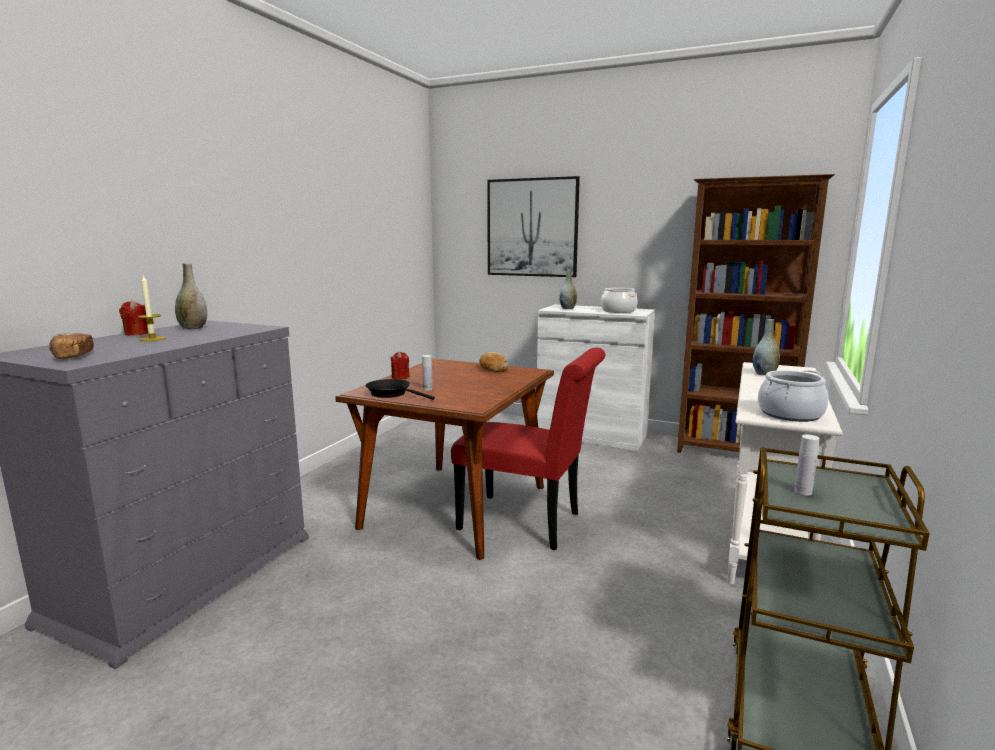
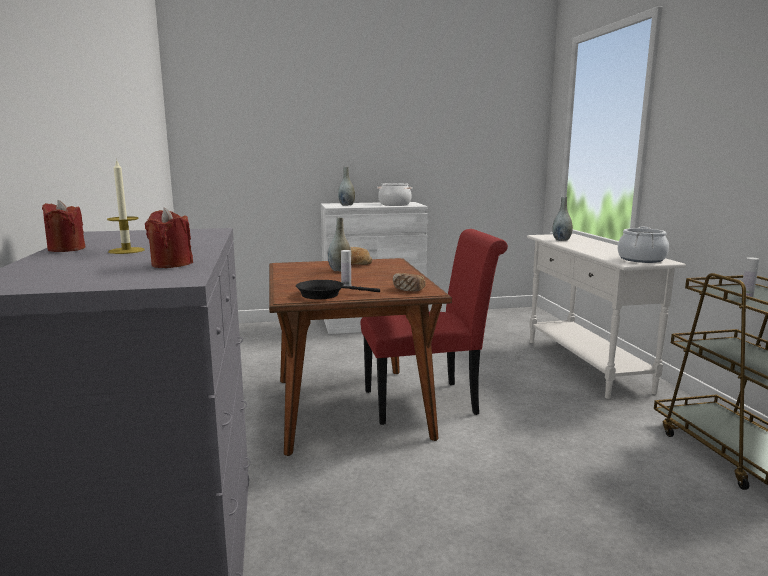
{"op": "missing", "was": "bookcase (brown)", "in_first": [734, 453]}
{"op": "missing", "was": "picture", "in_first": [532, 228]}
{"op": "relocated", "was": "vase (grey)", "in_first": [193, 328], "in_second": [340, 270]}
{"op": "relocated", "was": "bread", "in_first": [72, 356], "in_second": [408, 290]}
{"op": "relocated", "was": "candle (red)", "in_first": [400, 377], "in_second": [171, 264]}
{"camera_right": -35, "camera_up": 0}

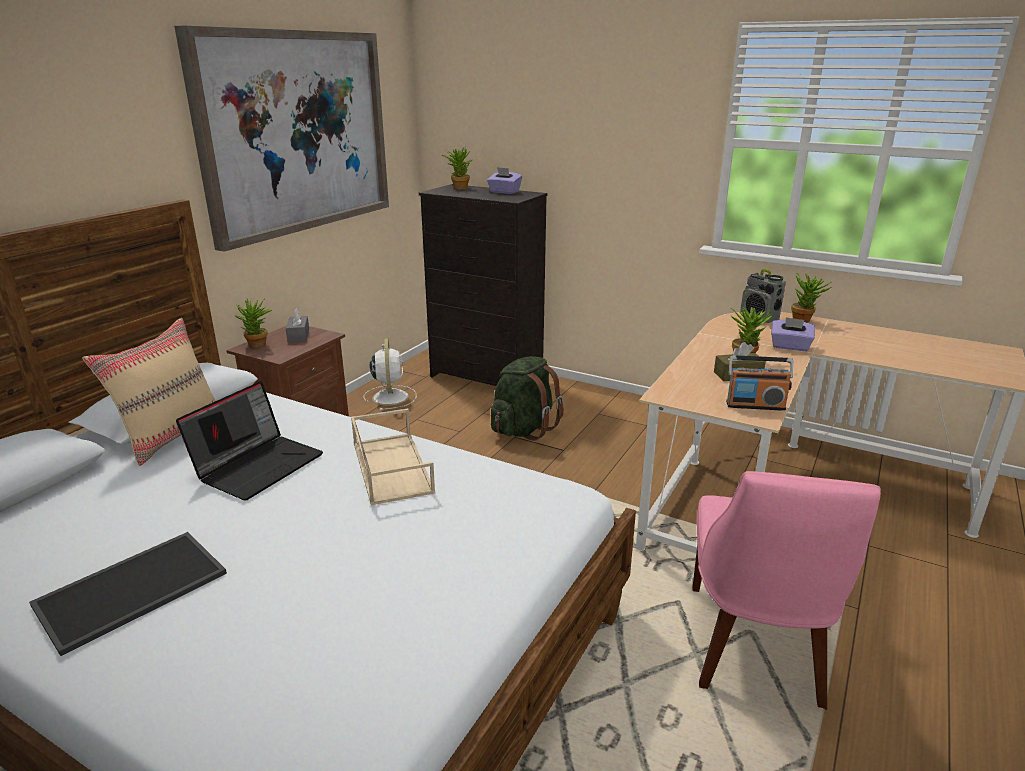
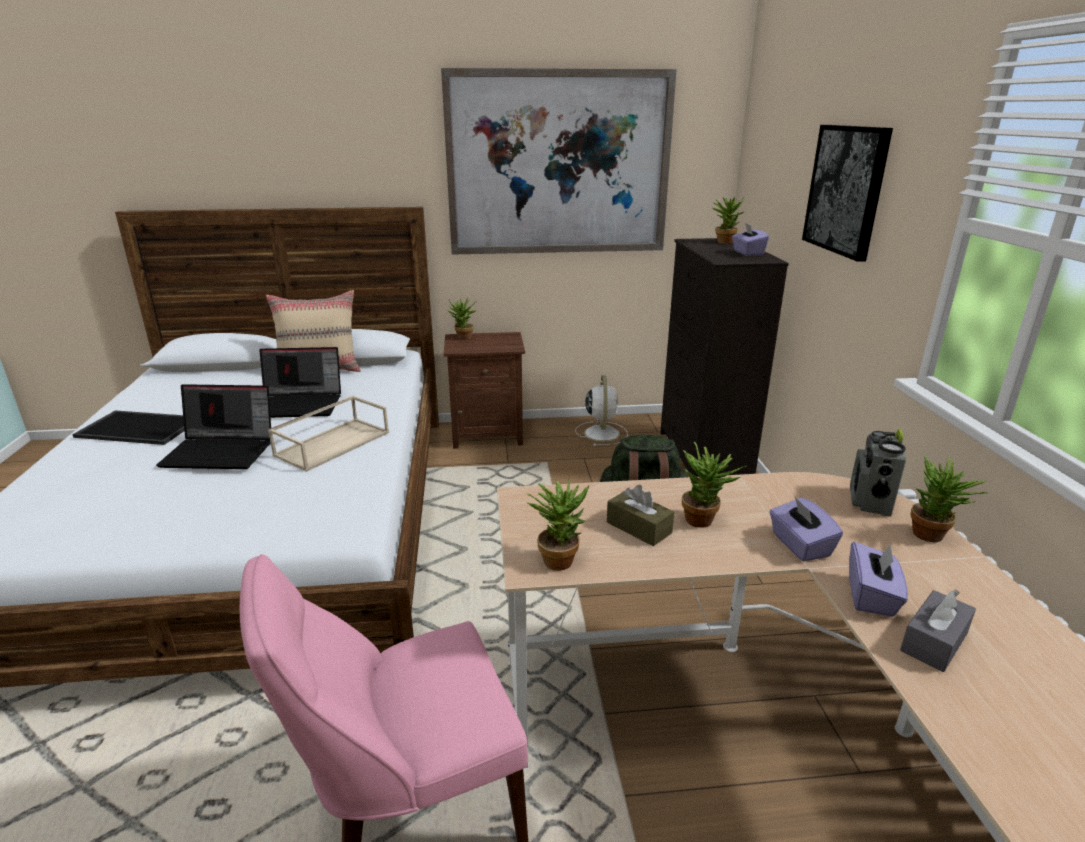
{"op": "relocated", "was": "tissue box (grey)", "in_first": [298, 335], "in_second": [934, 642]}
{"op": "spun", "was": "fan (white)", "in_first": [390, 396], "in_second": [601, 433], "clockwise": -45}
{"op": "exchanged", "was": "radio", "now": "potted plant", "in_first": [755, 405], "in_second": [560, 558]}
{"op": "appeared", "now": "picture", "in_second": [846, 190]}
{"op": "appeared", "now": "laptop", "in_second": [222, 451]}
{"op": "appeared", "now": "tissue box (purple)", "in_second": [871, 596]}
{"camera_right": 55, "camera_up": 0}

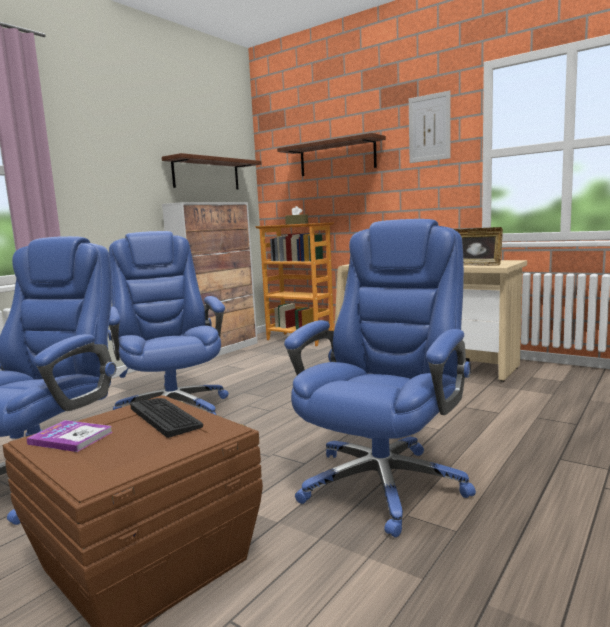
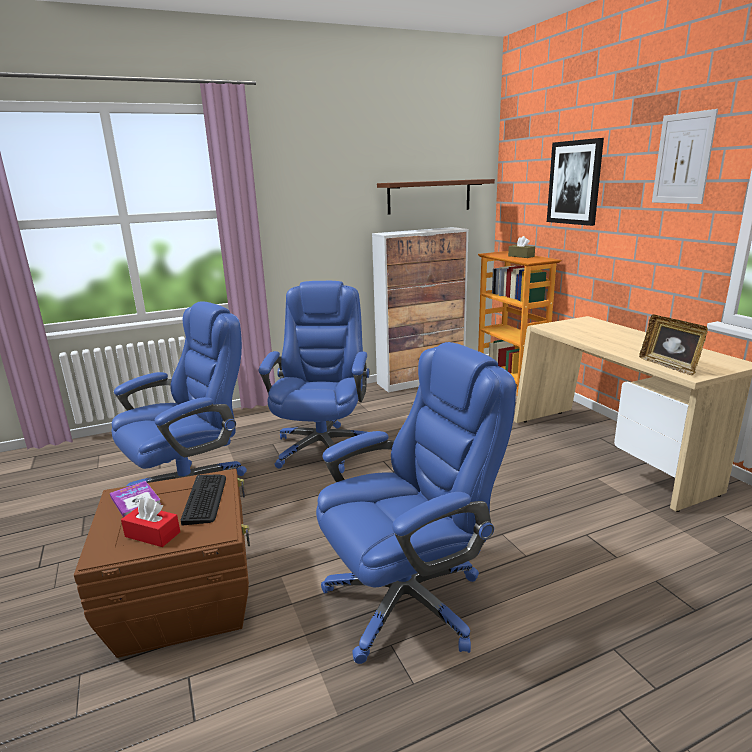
{"op": "exchanged", "was": "shelf (brown)", "now": "picture", "in_first": [337, 157], "in_second": [574, 182]}
{"op": "appeared", "now": "tissue box (red)", "in_second": [152, 534]}
{"camera_right": 30, "camera_up": 10}

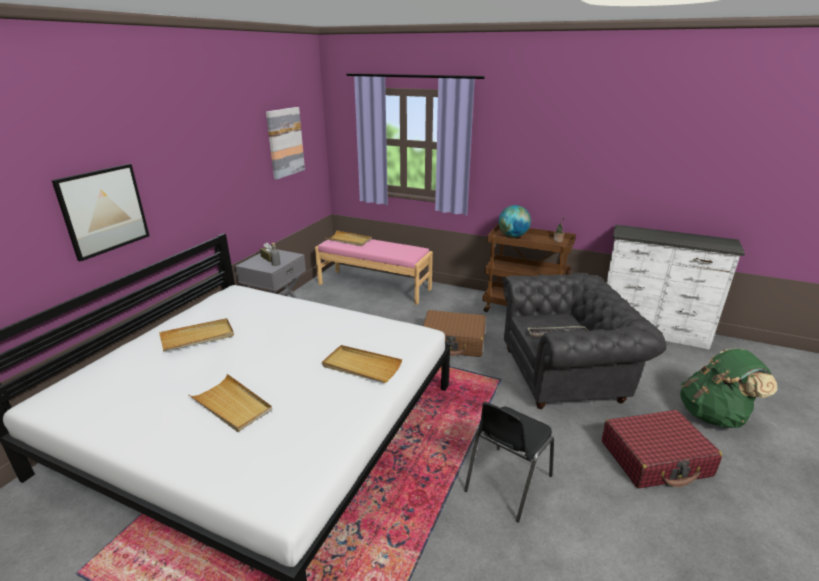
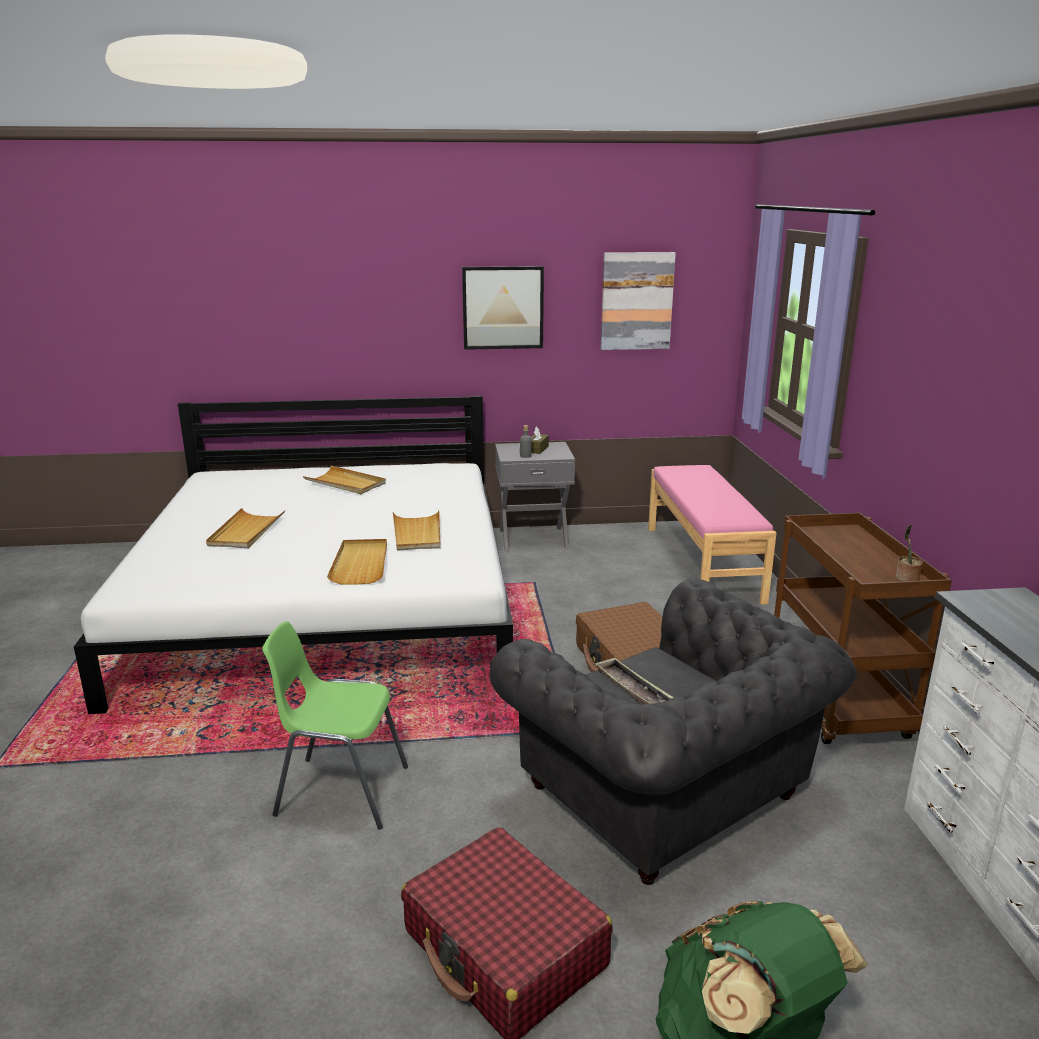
{"op": "relocated", "was": "picture", "in_first": [104, 210], "in_second": [503, 308]}
{"op": "missing", "was": "globe", "in_first": [513, 236]}
{"op": "relocated", "was": "tray (beige)", "in_first": [348, 240], "in_second": [417, 533]}
{"op": "colour", "was": "chair (black)", "now": "chair (green)", "in_first": [506, 483], "in_second": [341, 791]}
{"camera_right": 60, "camera_up": -5}

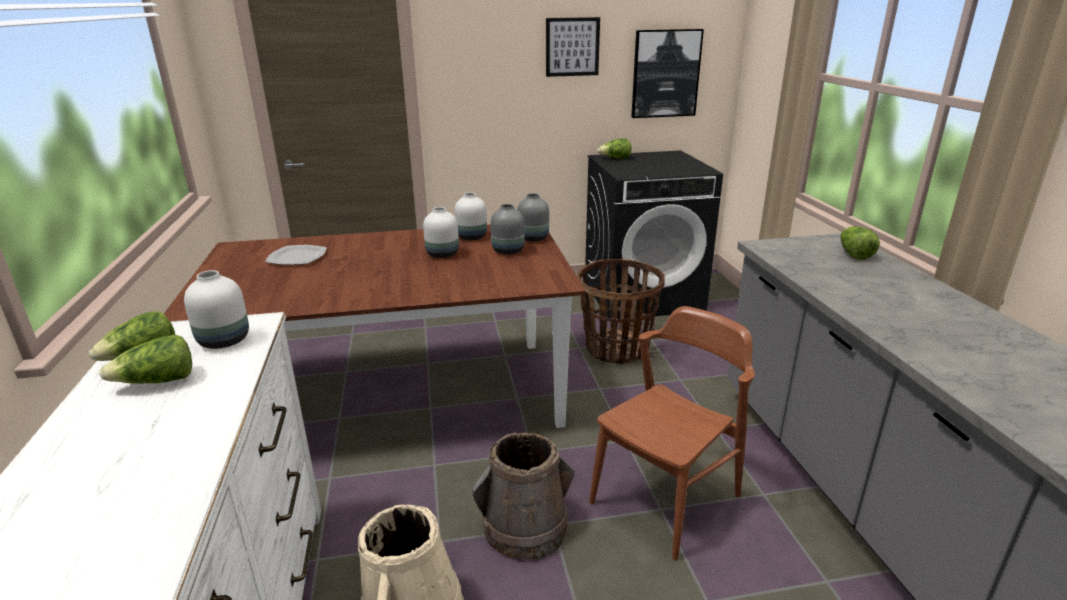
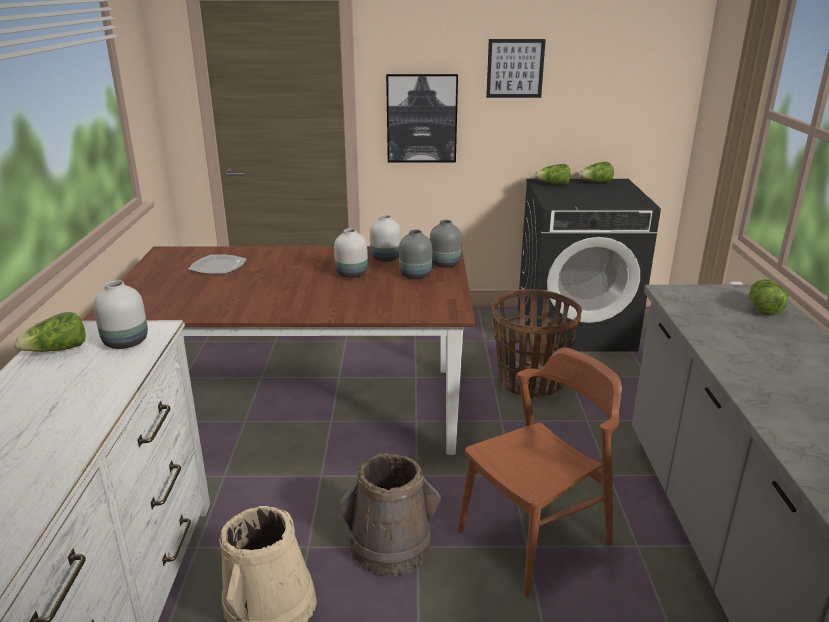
{"op": "relocated", "was": "picture", "in_first": [665, 73], "in_second": [421, 118]}
{"op": "relocated", "was": "lettuce", "in_first": [158, 382], "in_second": [596, 182]}
{"camera_right": 10, "camera_up": 0}

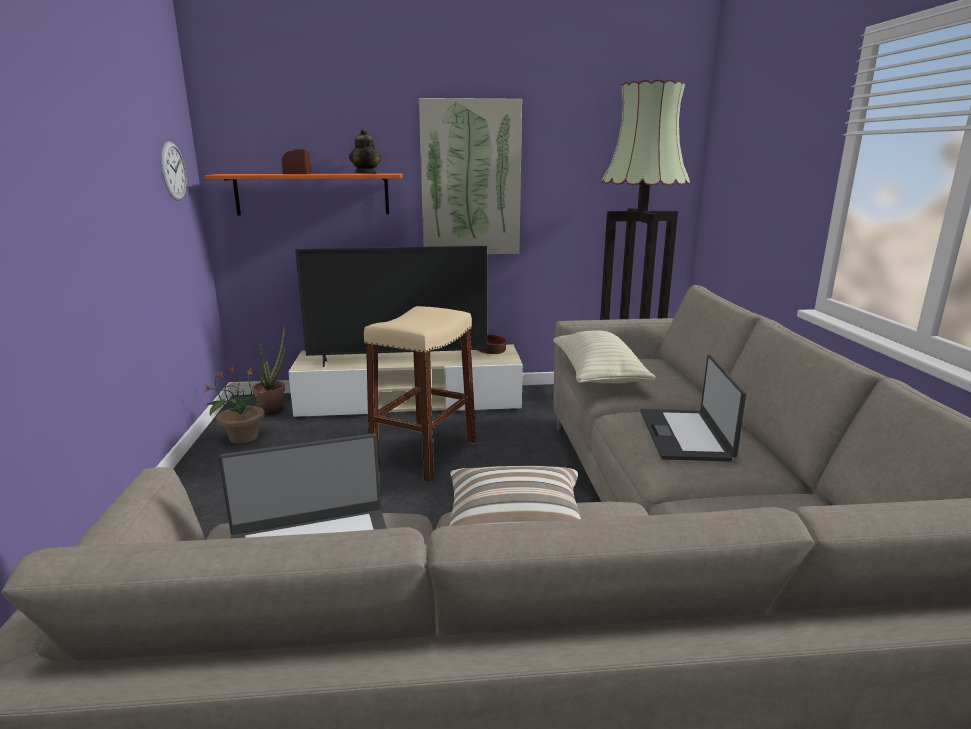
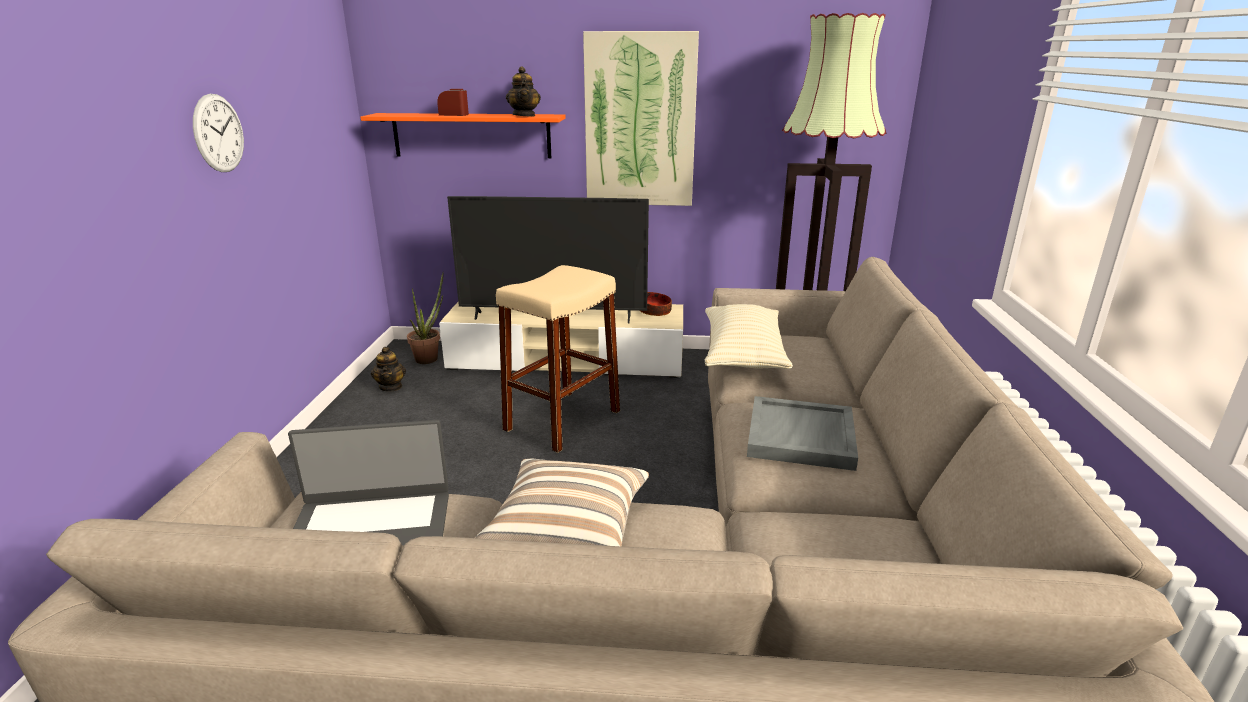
{"op": "relocated", "was": "wall clock", "in_first": [173, 171], "in_second": [219, 133]}
{"op": "exchanged", "was": "laptop", "now": "tray (grey)", "in_first": [686, 435], "in_second": [801, 437]}
{"op": "exchanged", "was": "potted plant", "now": "teapot", "in_first": [242, 437], "in_second": [391, 387]}
{"camera_right": 10, "camera_up": 5}

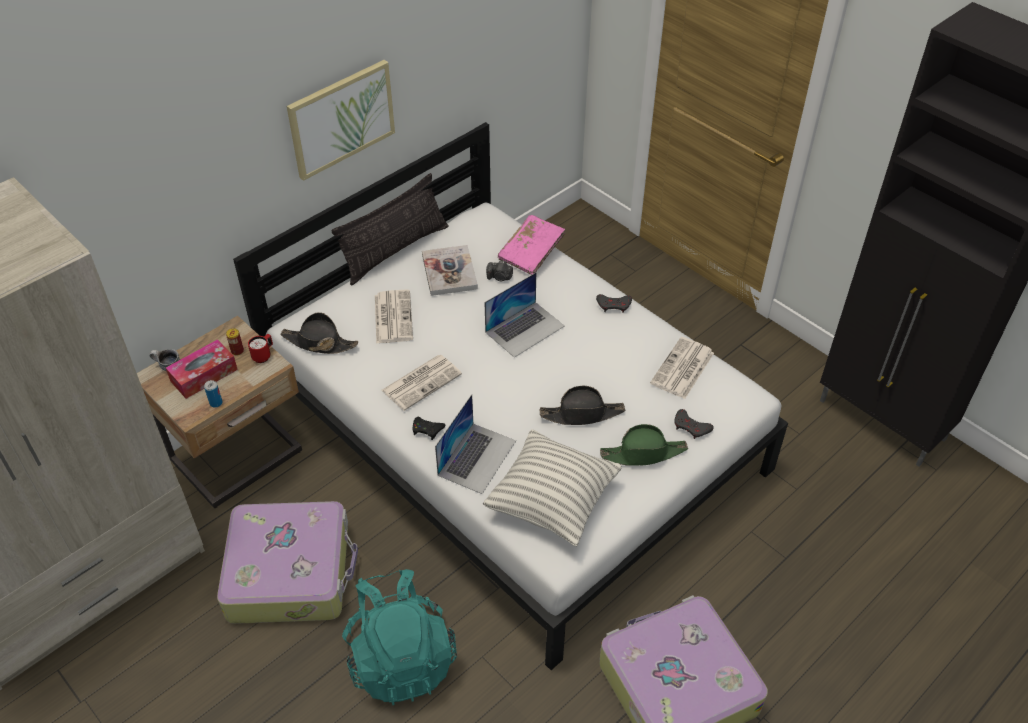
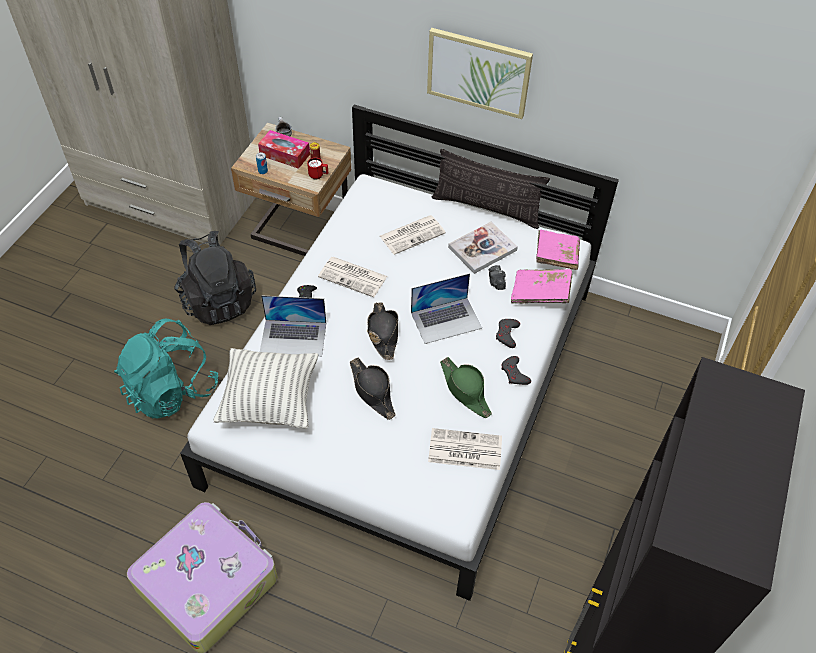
{"op": "spun", "was": "laptop", "in_first": [525, 329], "in_second": [446, 320], "clockwise": -45}
{"op": "relocated", "was": "hat (black)", "in_first": [319, 343], "in_second": [383, 333]}
{"op": "relocated", "was": "game controller (grey)", "in_first": [691, 427], "in_second": [507, 334]}
{"op": "relocated", "was": "hat (green)", "in_first": [643, 453], "in_second": [465, 390]}
{"op": "exchanged", "was": "suitcase", "now": "backpack (black)", "in_first": [290, 572], "in_second": [218, 300]}
{"op": "appeared", "now": "book (pink)", "in_second": [556, 256]}
{"camera_right": 65, "camera_up": 5}

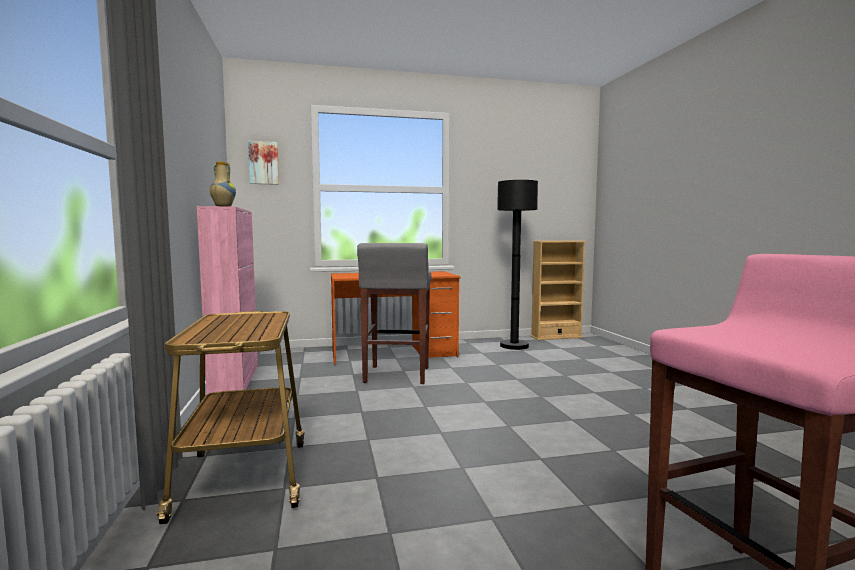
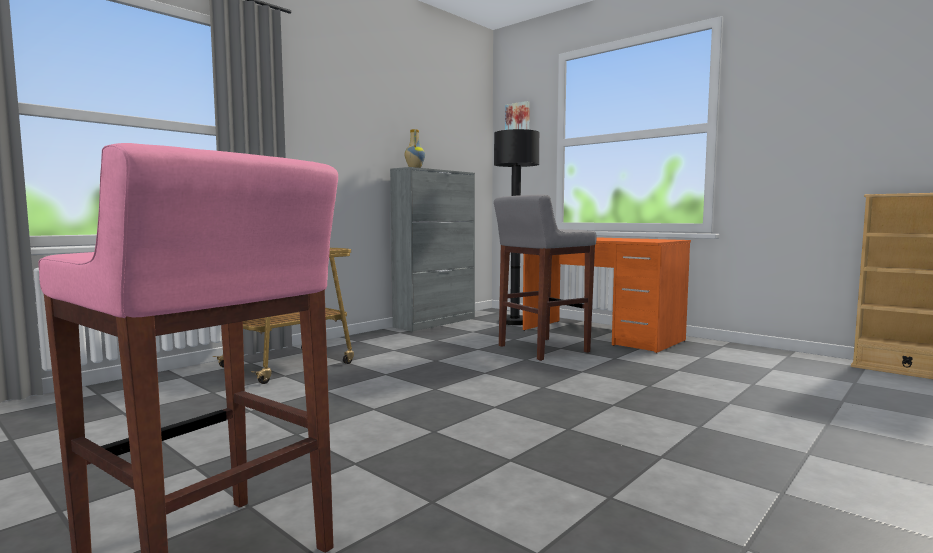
{"op": "relocated", "was": "floor lamp (black)", "in_first": [514, 346], "in_second": [514, 322]}
{"op": "colour", "was": "cabinet (pink)", "now": "cabinet (grey)", "in_first": [235, 379], "in_second": [435, 322]}
{"camera_right": 55, "camera_up": 0}

